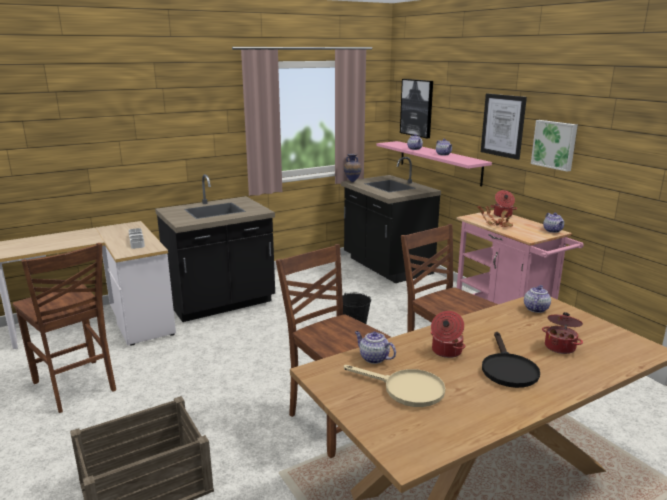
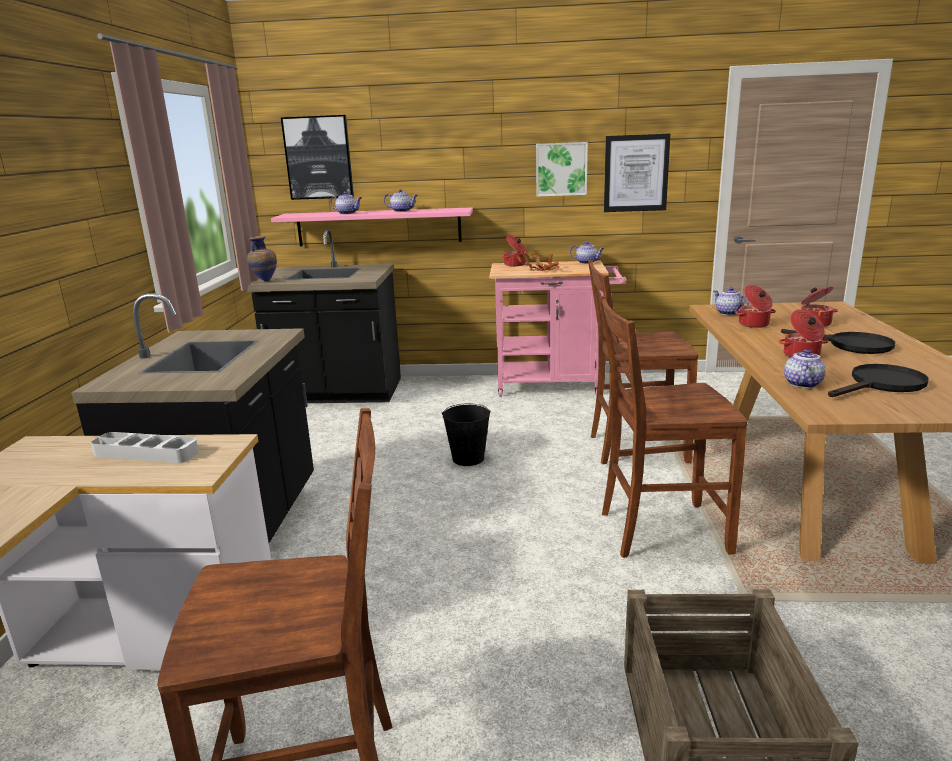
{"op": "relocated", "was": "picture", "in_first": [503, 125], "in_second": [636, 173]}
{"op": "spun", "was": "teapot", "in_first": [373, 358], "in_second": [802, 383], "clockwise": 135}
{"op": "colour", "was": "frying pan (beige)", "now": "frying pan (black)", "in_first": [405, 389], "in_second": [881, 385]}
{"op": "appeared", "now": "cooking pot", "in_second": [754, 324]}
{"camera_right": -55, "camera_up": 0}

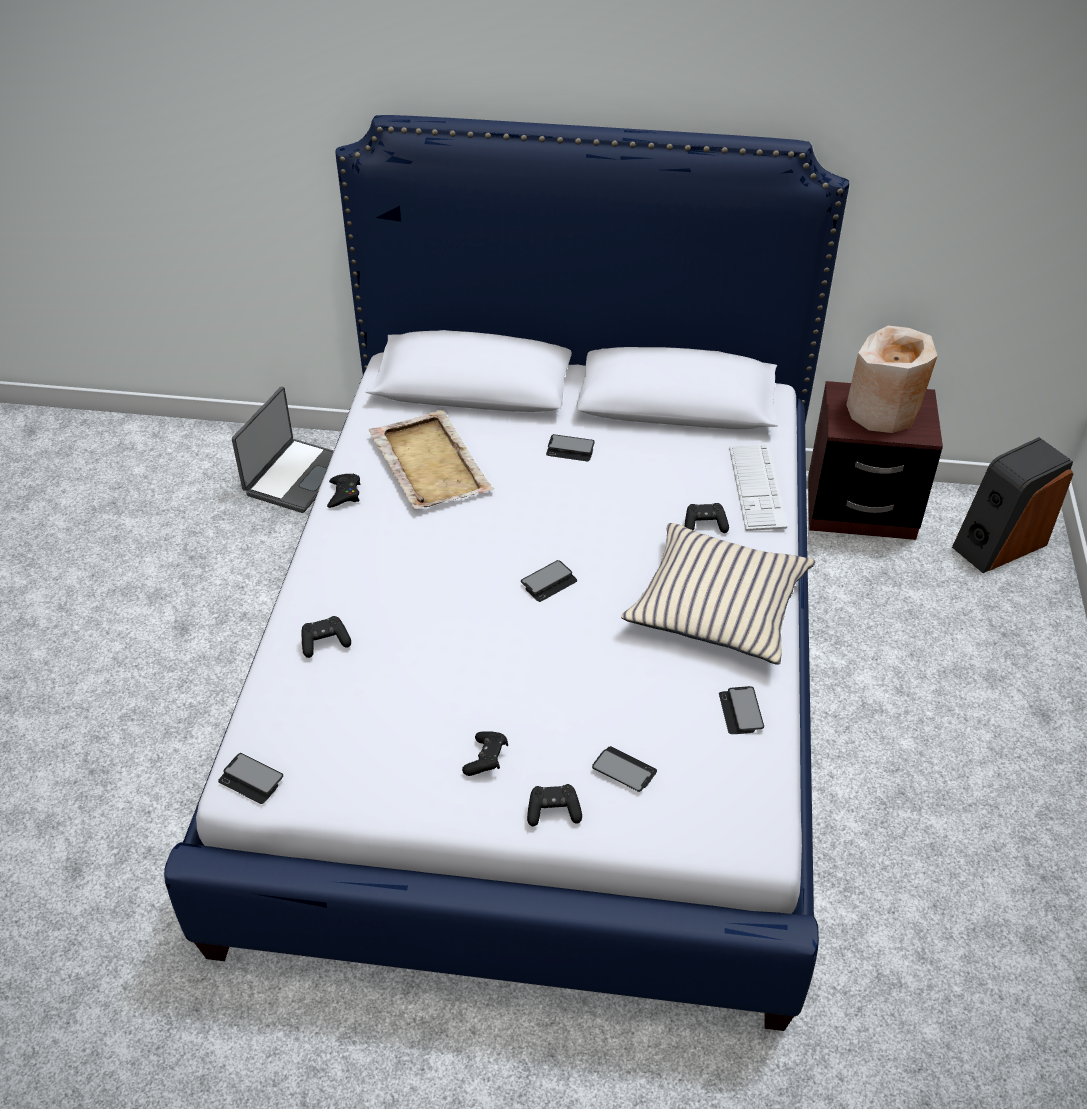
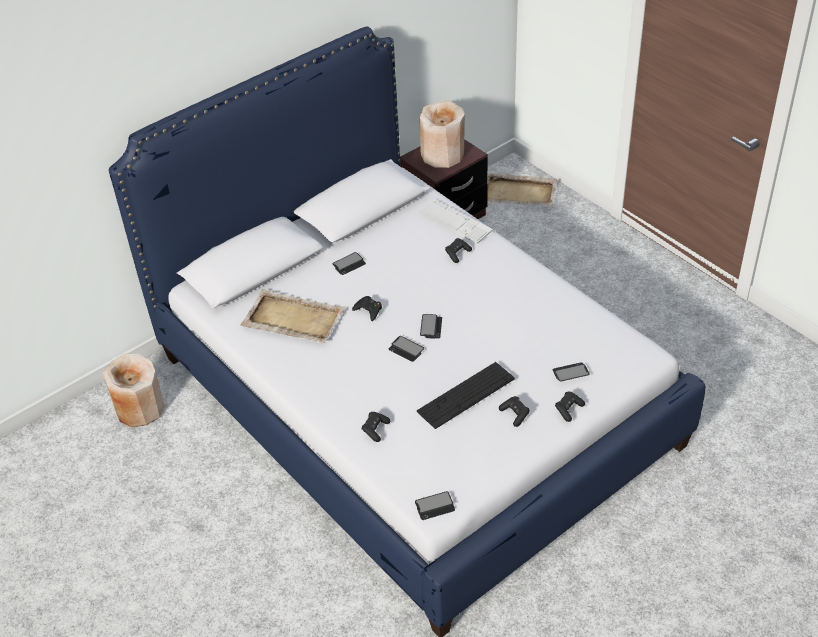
{"op": "exchanged", "was": "laptop", "now": "vase (beige)", "in_first": [295, 476], "in_second": [139, 408]}
{"op": "exchanged", "was": "speaker", "now": "tray (beige)", "in_first": [998, 544], "in_second": [520, 192]}
{"op": "relocated", "was": "game controller (black)", "in_first": [344, 494], "in_second": [368, 310]}
{"op": "missing", "was": "pillow (beige)", "in_first": [718, 605]}
{"op": "relocated", "was": "phone", "in_first": [740, 711], "in_second": [406, 349]}
{"op": "appeared", "now": "keyboard", "in_second": [466, 395]}
{"camera_right": -45, "camera_up": 0}

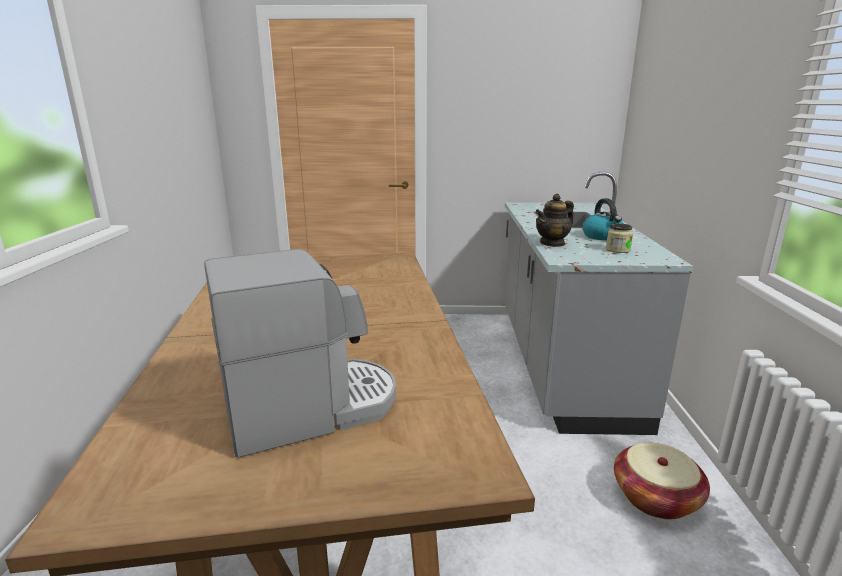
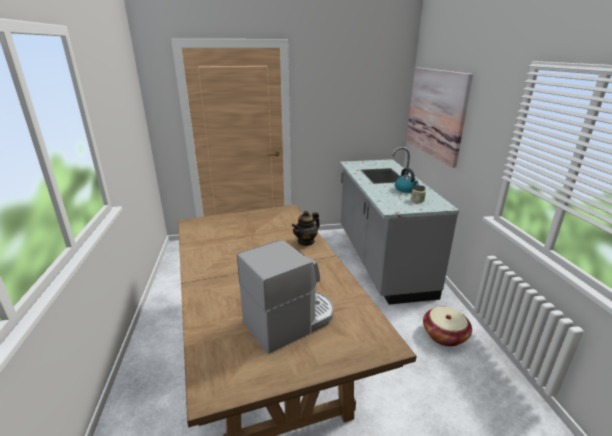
{"op": "relocated", "was": "teapot", "in_first": [552, 243], "in_second": [306, 241]}
{"op": "appeared", "now": "picture", "in_second": [435, 113]}
{"camera_right": -10, "camera_up": 5}

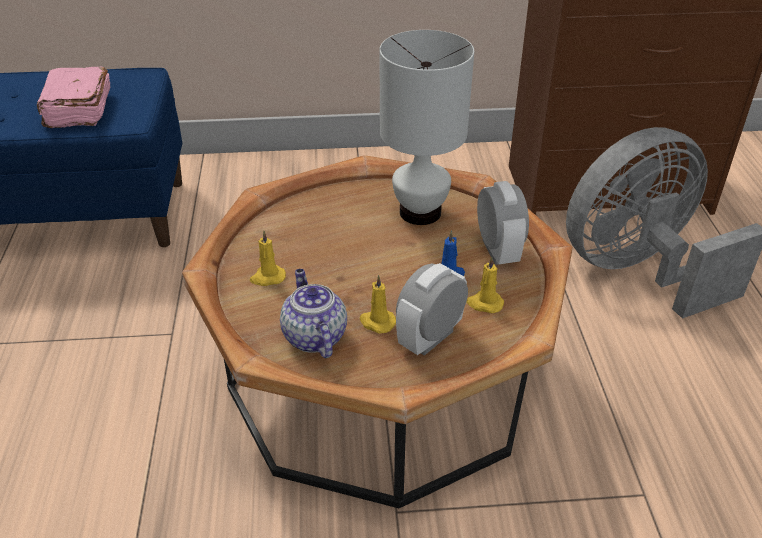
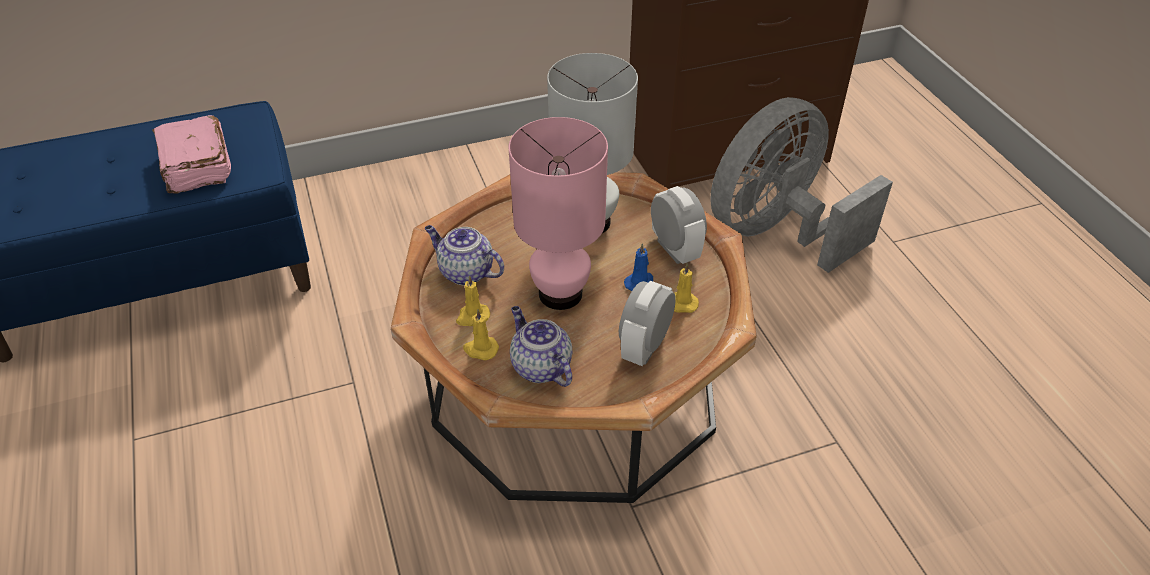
{"op": "relocated", "was": "candle (yellow)", "in_first": [377, 322], "in_second": [480, 349]}
{"op": "appeared", "now": "table lamp (pink)", "in_second": [559, 294]}
{"op": "appeared", "now": "teapot", "in_second": [465, 272]}
{"camera_right": -15, "camera_up": 5}

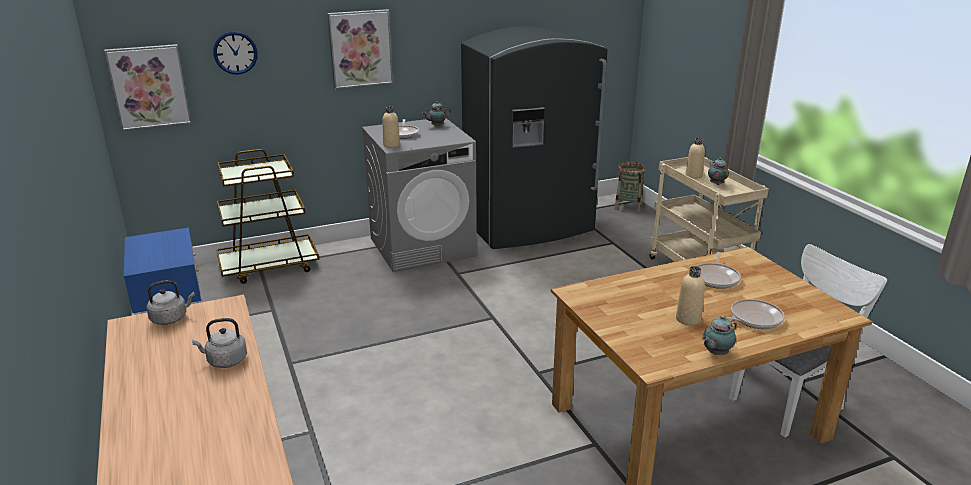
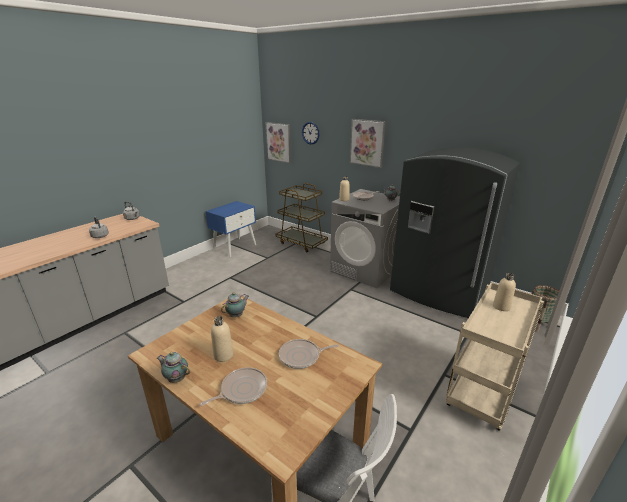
{"op": "relocated", "was": "teapot", "in_first": [716, 183], "in_second": [237, 315]}
{"op": "spun", "was": "frying pan", "in_first": [753, 319], "in_second": [241, 390], "clockwise": -75}
{"camera_right": 60, "camera_up": 0}

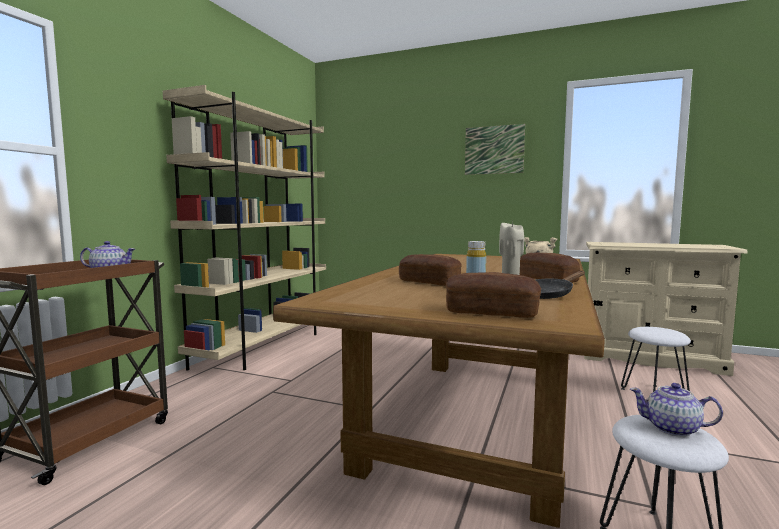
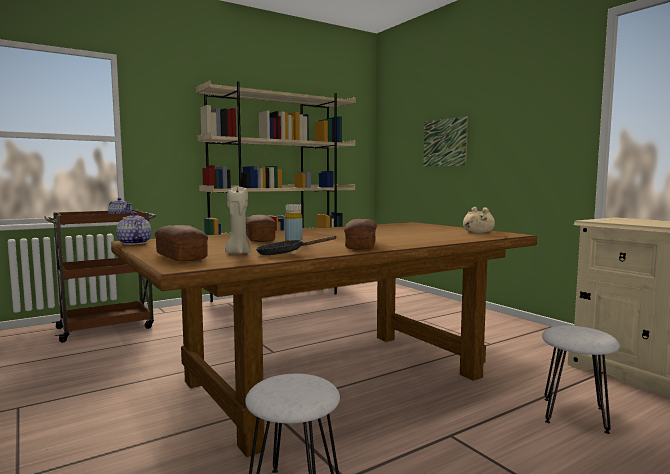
{"op": "relocated", "was": "picture", "in_first": [494, 150], "in_second": [444, 142]}
{"op": "relocated", "was": "teapot", "in_first": [673, 429], "in_second": [134, 243]}
{"camera_right": 35, "camera_up": 0}

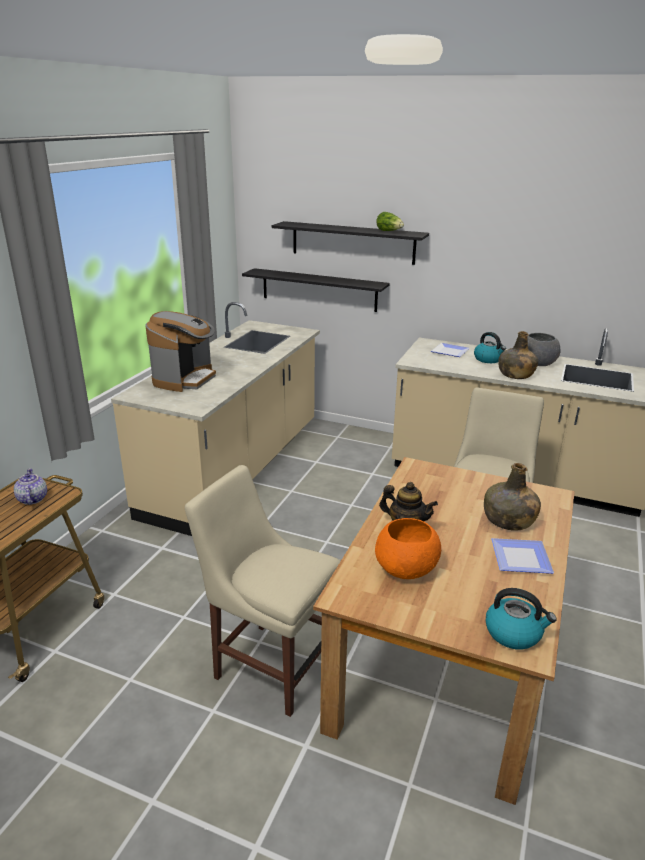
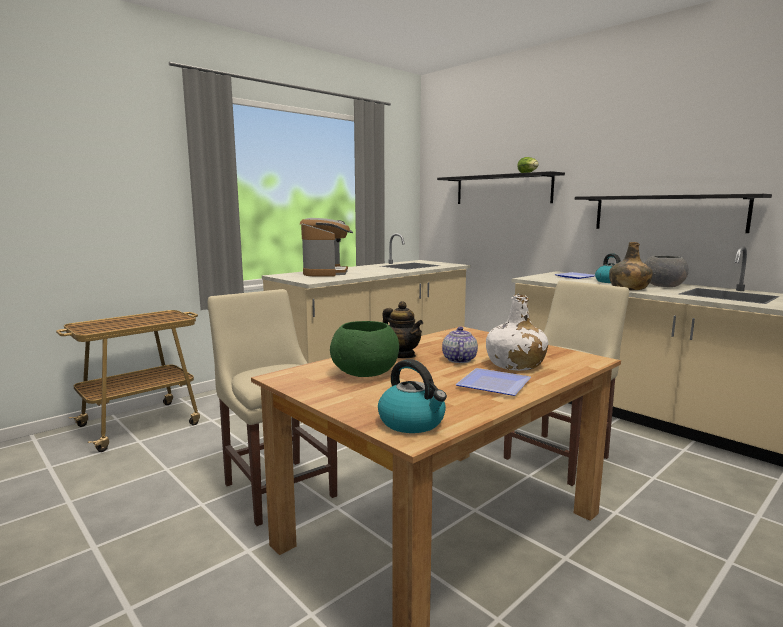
{"op": "relocated", "was": "shelf (black)", "in_first": [319, 290], "in_second": [667, 213]}
{"op": "spun", "was": "coffee machine", "in_first": [185, 379], "in_second": [326, 273], "clockwise": -45}
{"op": "colour", "was": "bottle (green)", "now": "bottle (white)", "in_first": [508, 520], "in_second": [515, 365]}
{"op": "relocated", "was": "teapot", "in_first": [32, 499], "in_second": [459, 360]}
{"op": "colour", "was": "bowl (orange)", "now": "bowl (green)", "in_first": [405, 569], "in_second": [364, 373]}
{"camera_right": 25, "camera_up": -15}

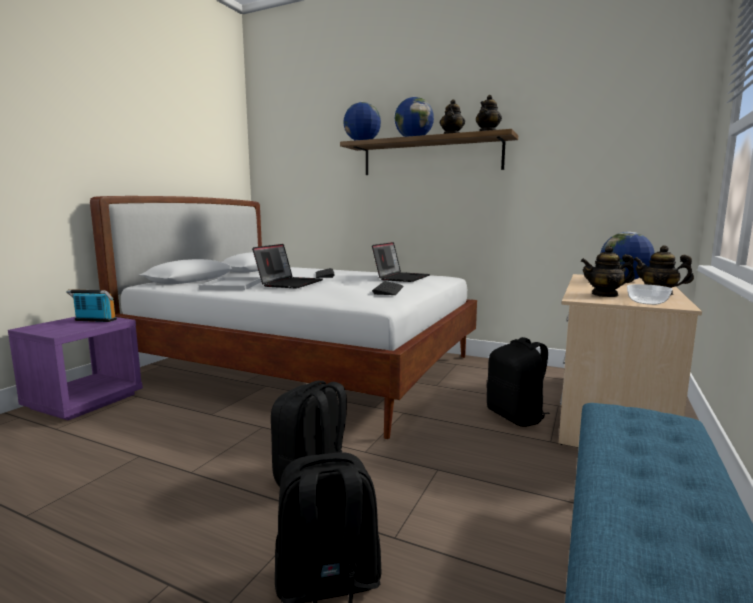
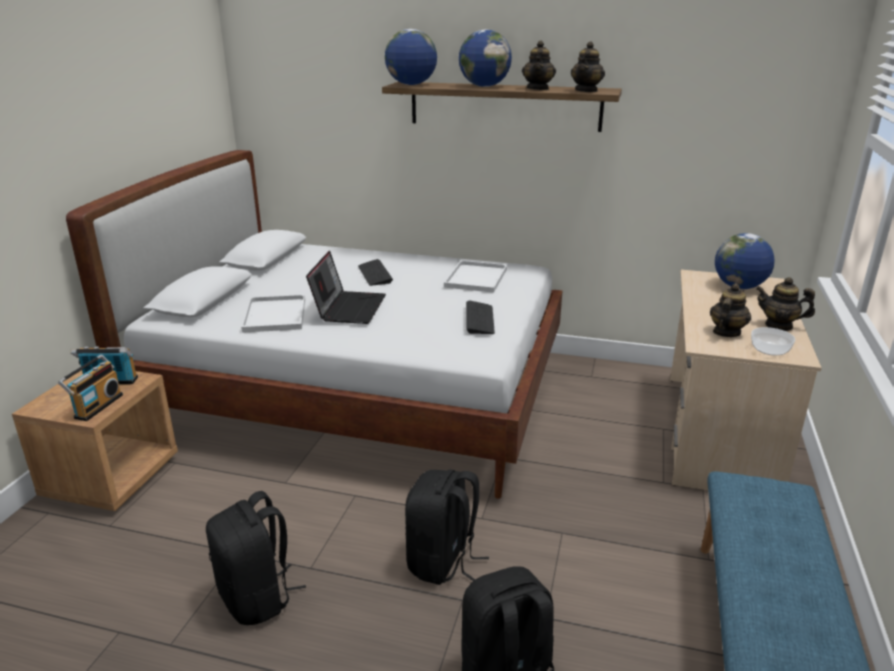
{"op": "exchanged", "was": "laptop", "now": "tray (white)", "in_first": [401, 277], "in_second": [475, 277]}
{"op": "spun", "was": "teapot", "in_first": [605, 295], "in_second": [726, 332], "clockwise": 135}
{"op": "colour", "was": "nightstand (purple)", "now": "nightstand (brown)", "in_first": [84, 401], "in_second": [112, 477]}
{"op": "relocated", "was": "backpack (black)", "in_first": [516, 417], "in_second": [257, 598]}
{"op": "appeared", "now": "radio", "in_second": [97, 406]}
{"camera_right": -10, "camera_up": 15}

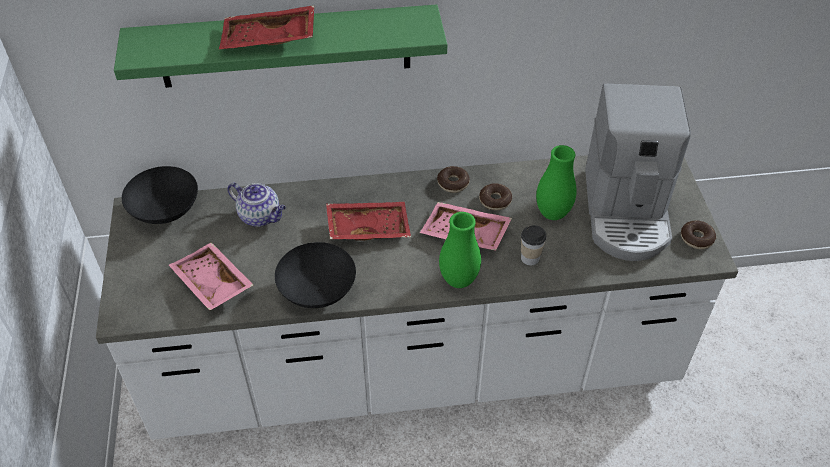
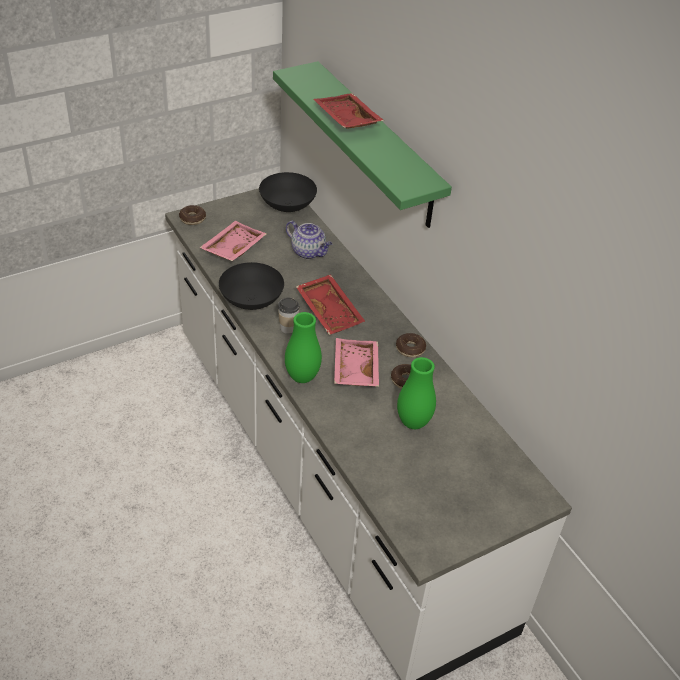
{"op": "missing", "was": "coffee machine", "in_first": [626, 211]}
{"op": "spun", "was": "teapot", "in_first": [261, 216], "in_second": [309, 252], "clockwise": -60}
{"op": "relocated", "was": "donut", "in_first": [696, 238], "in_second": [192, 219]}
{"op": "relocated", "was": "cup", "in_first": [530, 258], "in_second": [288, 328]}
{"camera_right": 65, "camera_up": -5}

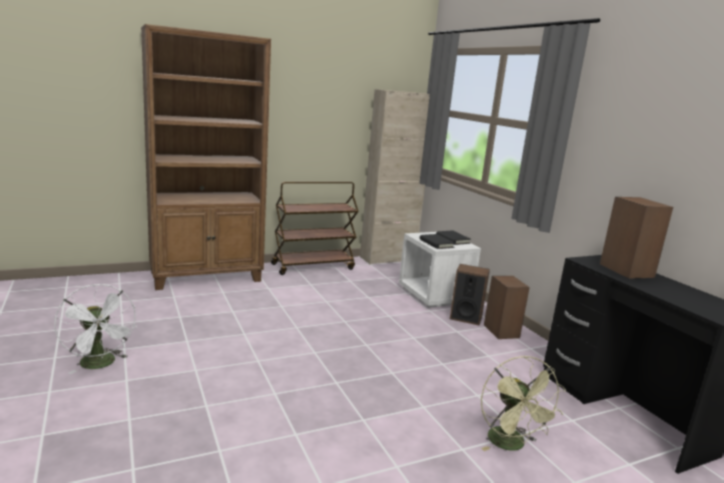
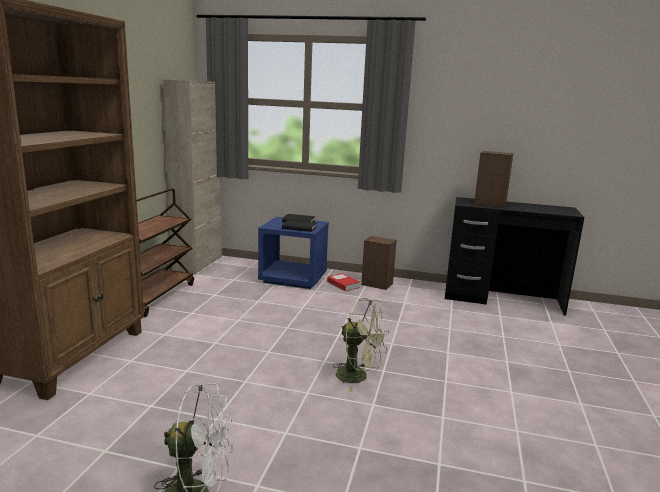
{"op": "colour", "was": "nightstand (white)", "now": "nightstand (blue)", "in_first": [434, 295], "in_second": [293, 278]}
{"op": "exchanged", "was": "speaker", "now": "book", "in_first": [465, 317], "in_second": [343, 285]}
{"op": "relocated", "was": "fan (green)", "in_first": [511, 445], "in_second": [358, 377]}
{"camera_right": -50, "camera_up": 0}

